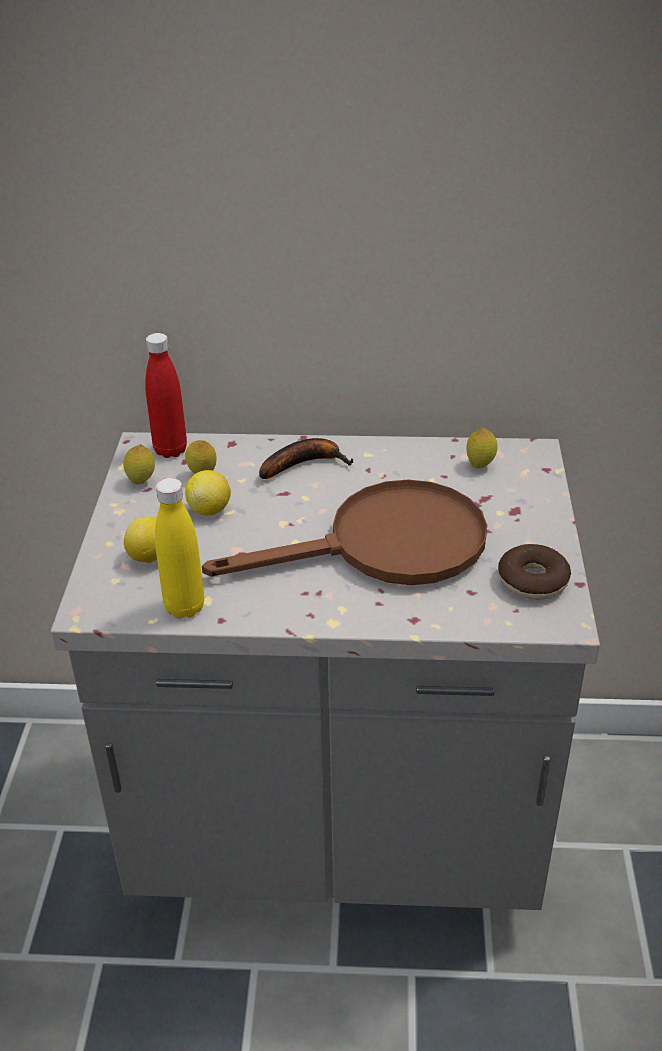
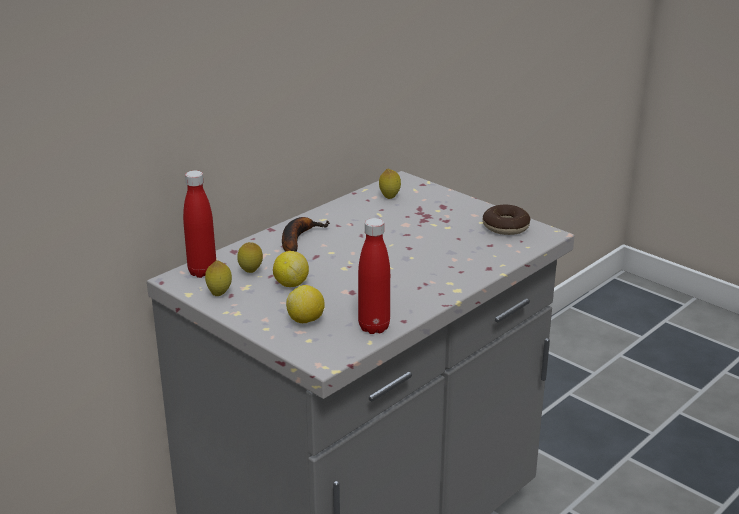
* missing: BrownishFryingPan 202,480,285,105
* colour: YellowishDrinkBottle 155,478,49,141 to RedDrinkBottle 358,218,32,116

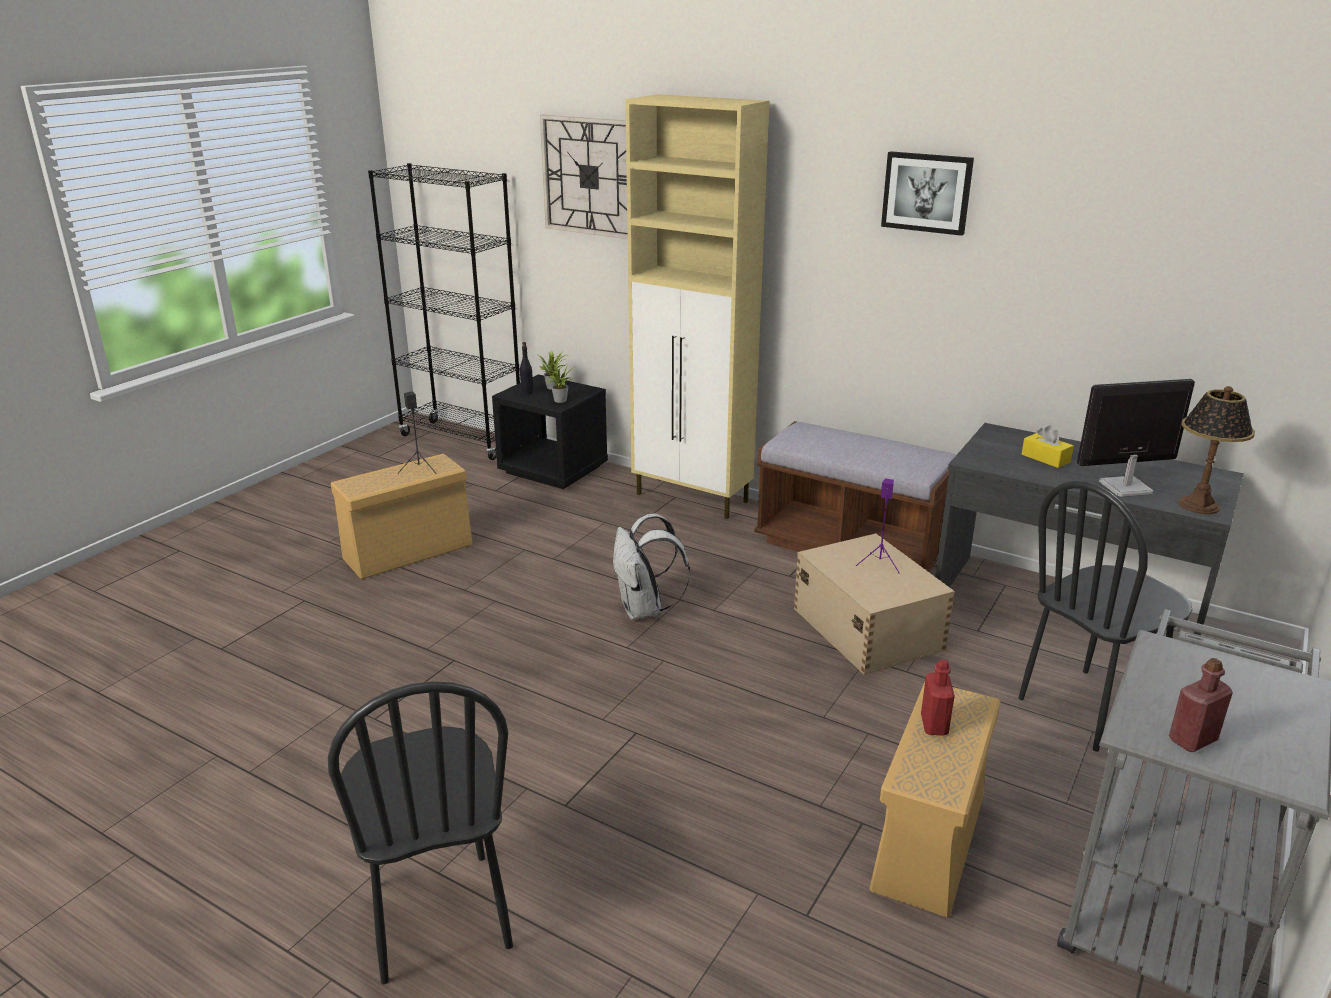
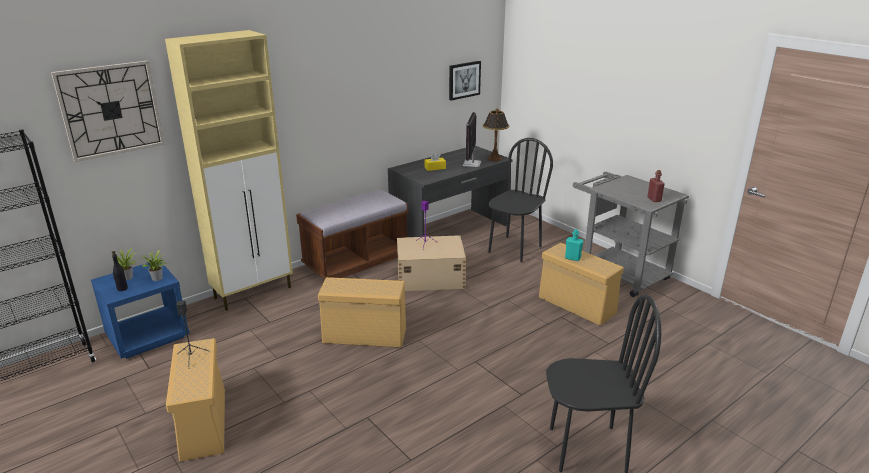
* relocated: Picture 881,151,93,85 to 449,61,32,40
* exchanged: WhitishKnapsack 613,514,77,106 to SandColouredStorageContainer 318,277,88,71
* colour: BlackBedsideTable 492,374,116,115 to BlueColouredBedsideTable 91,263,99,96
* colour: RedDrinkBottle 921,659,34,77 to TurquoiseDrinkBottle 565,229,19,32
* spun: BlackUprightChair 1018,481,174,271 = 488,138,65,124 135 degrees counterclockwise

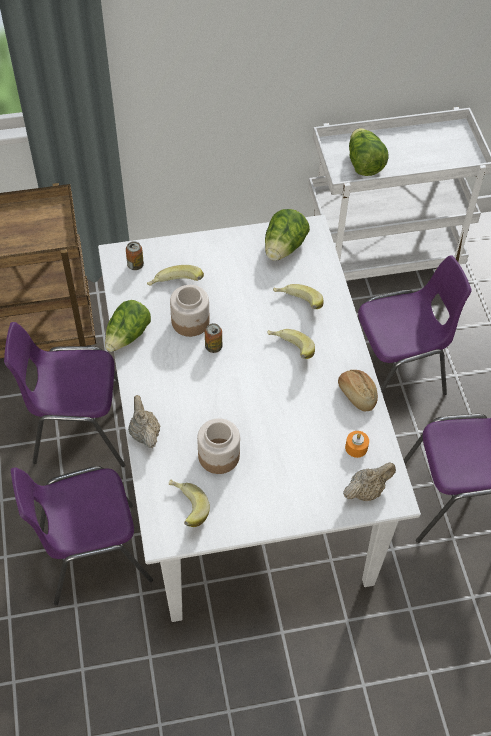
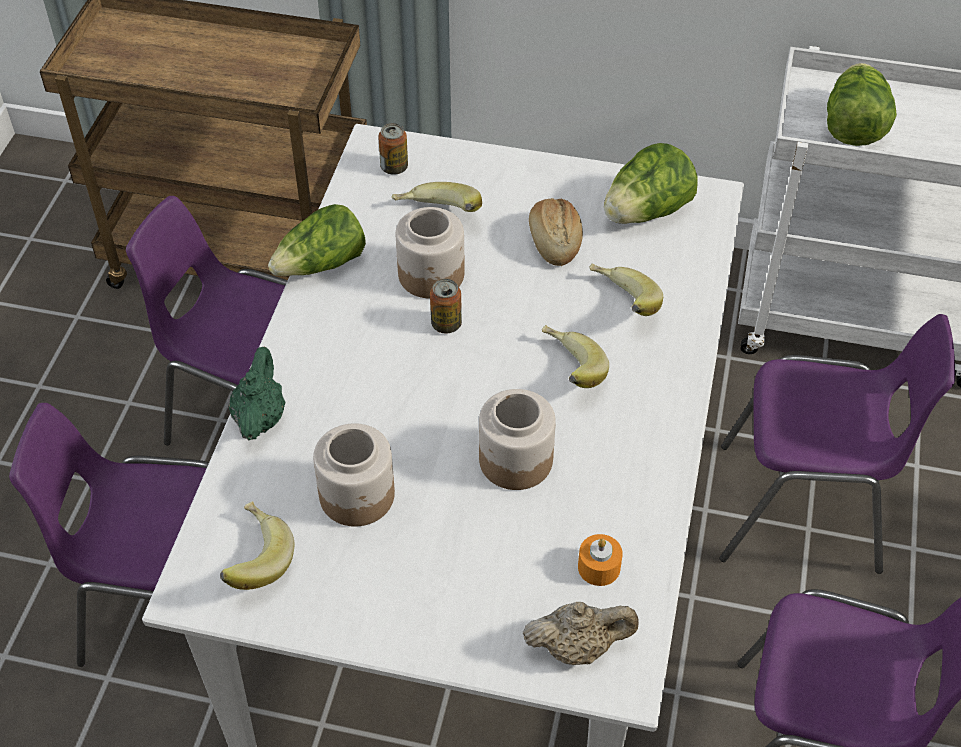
* appeared: Jar 479,389,77,101
* relocated: BakeryBread 338,370,40,41 to 529,198,54,68
* colour: SandColouredTeaPot 128,395,32,53 to GreenColouredTeaPot 228,346,57,94

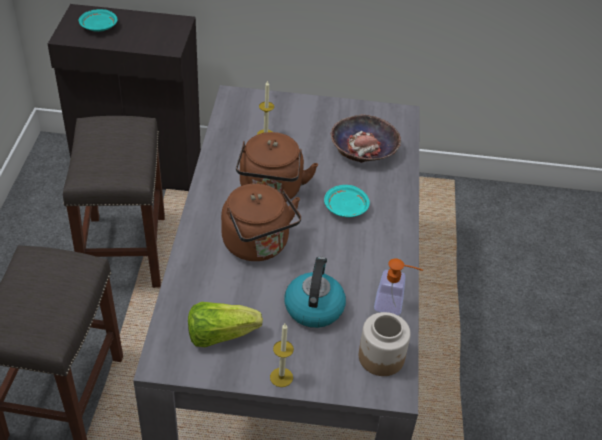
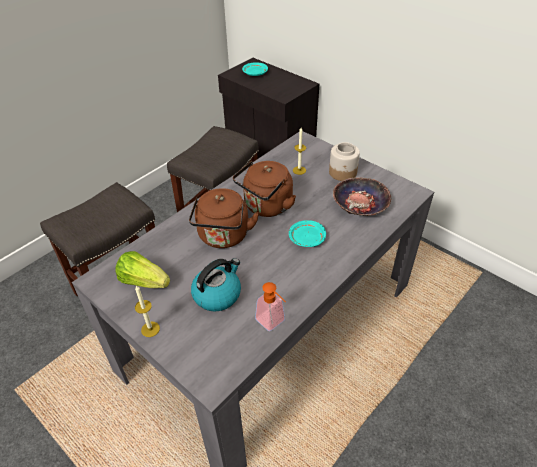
* relocated: Jar 359,312,52,64 to 329,142,31,39

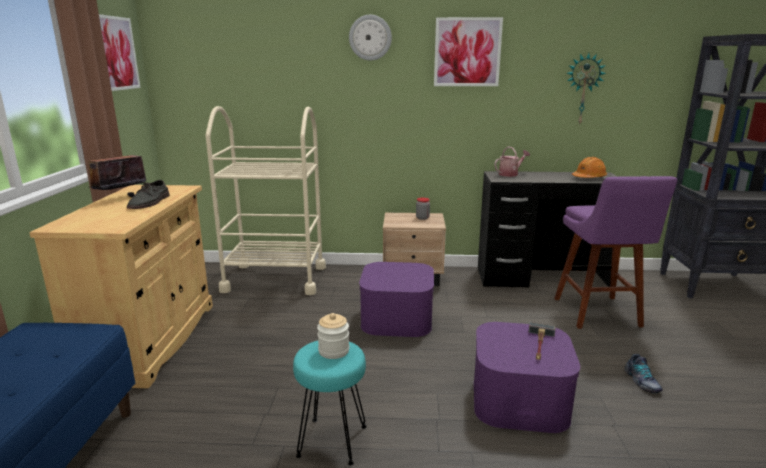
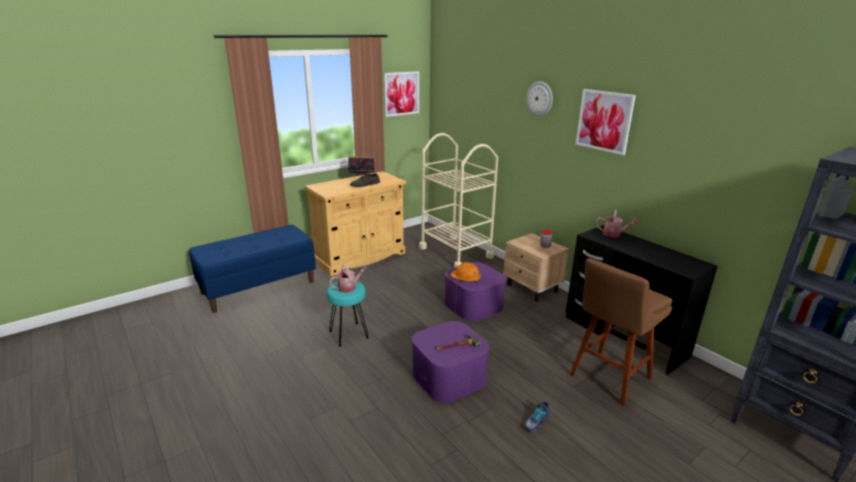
* missing: WallClock 566,53,40,73
* relocated: OrangeWorkHelmet 572,157,35,21 to 451,262,30,20
* exchanged: Jar 317,313,32,46 to SprinklingCan 330,264,38,29
* colour: PurpleColouredStoolSeat 554,176,123,153 to BrownishStoolSeat 570,258,102,148

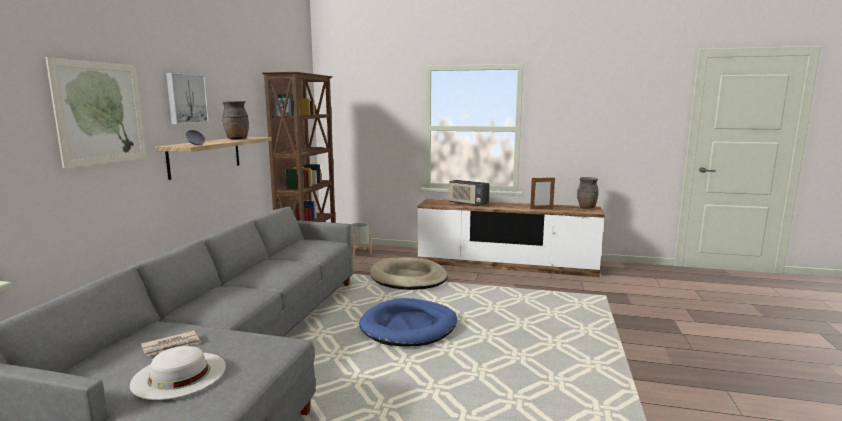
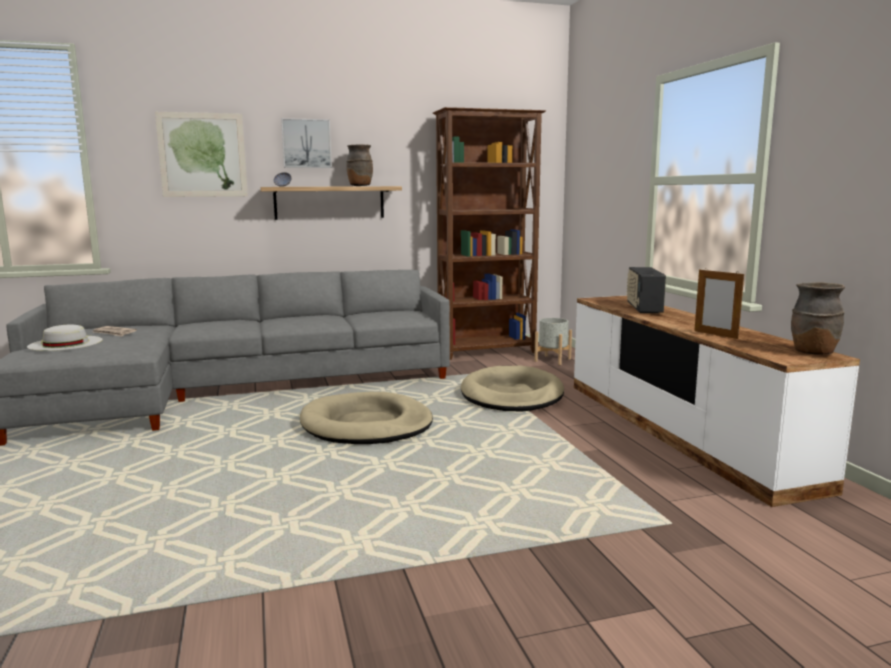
* colour: BlueColouredDogCushion 359,298,98,49 to SandColouredDogCushion 300,392,133,52

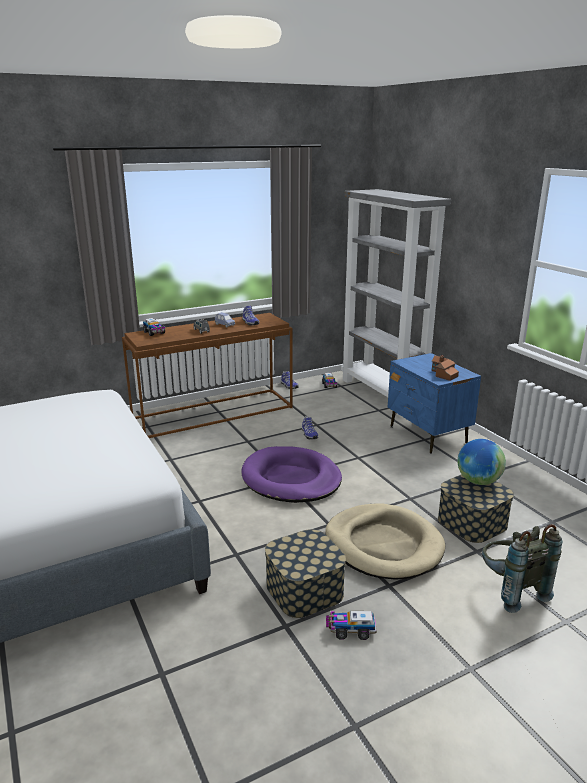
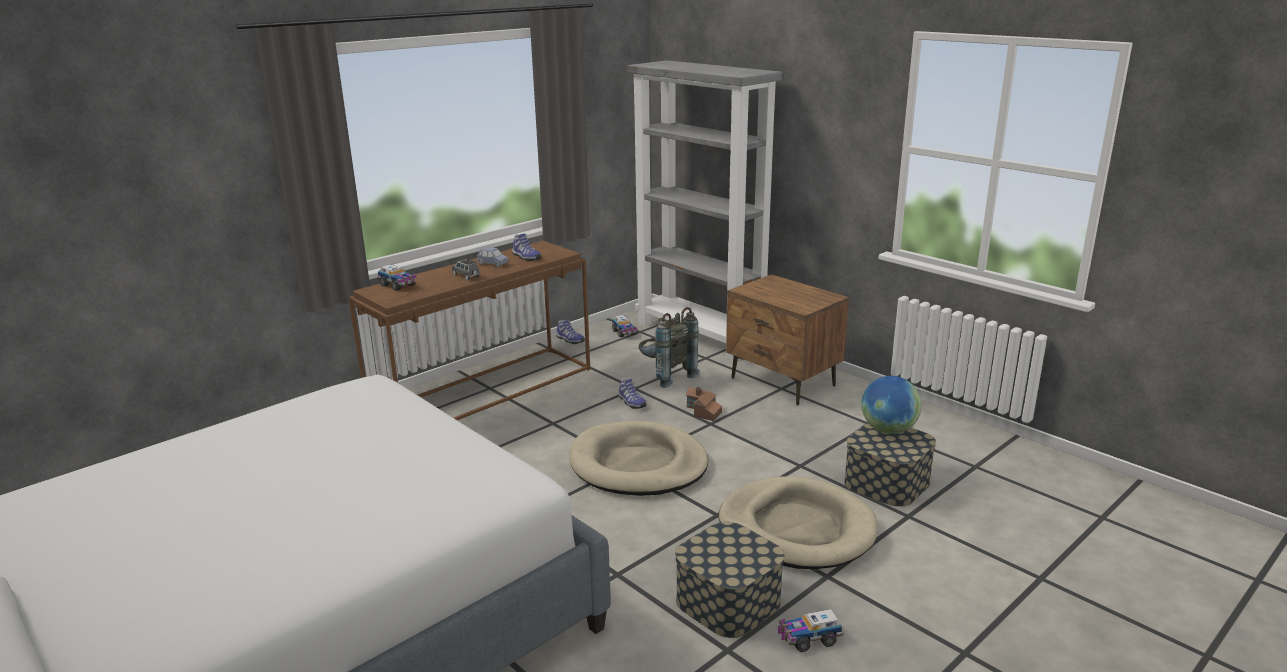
* relocated: MiniatureHouse 432,355,27,26 to 686,387,36,34
* relocated: GreyKnapsack 482,524,80,89 to 638,307,62,81
* colour: PurpleColouredDogCushion 241,446,101,57 to SandColouredDogCushion 569,421,139,75
* colour: BlueColouredBedsideTable 388,353,93,101 to BrownishBedsideTable 726,274,123,131

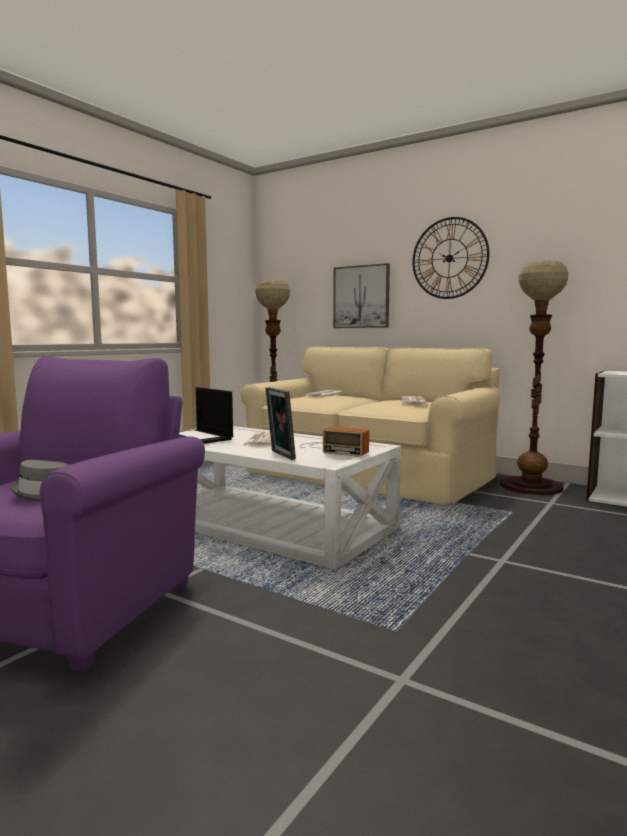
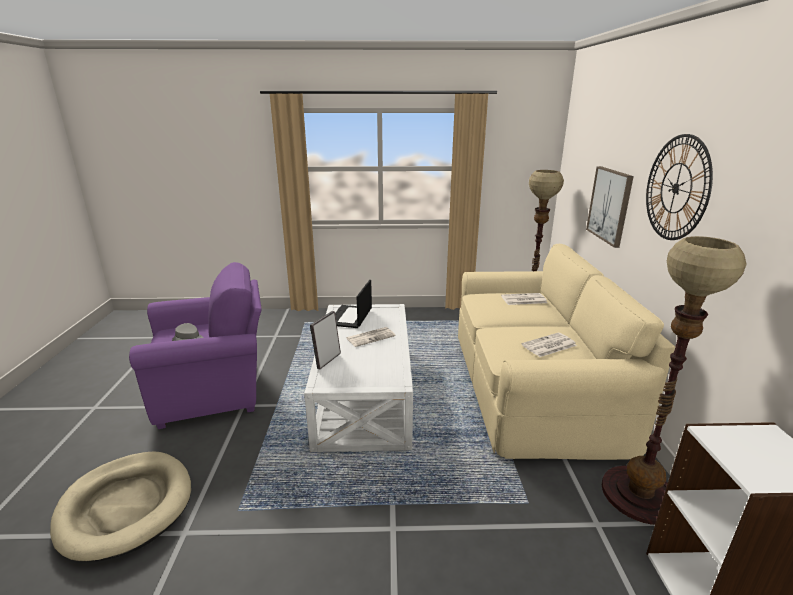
* missing: RadioSet 299,426,70,31
* appeared: SandColouredDogCushion 50,452,141,110

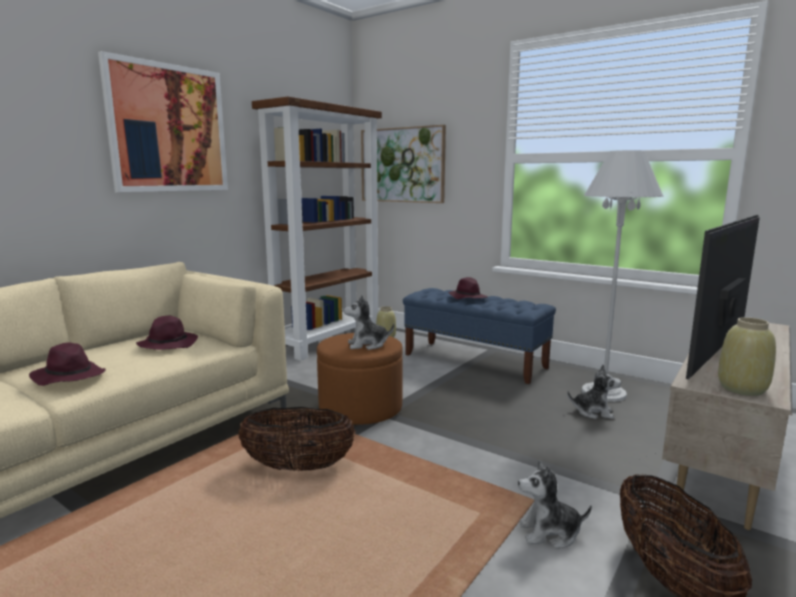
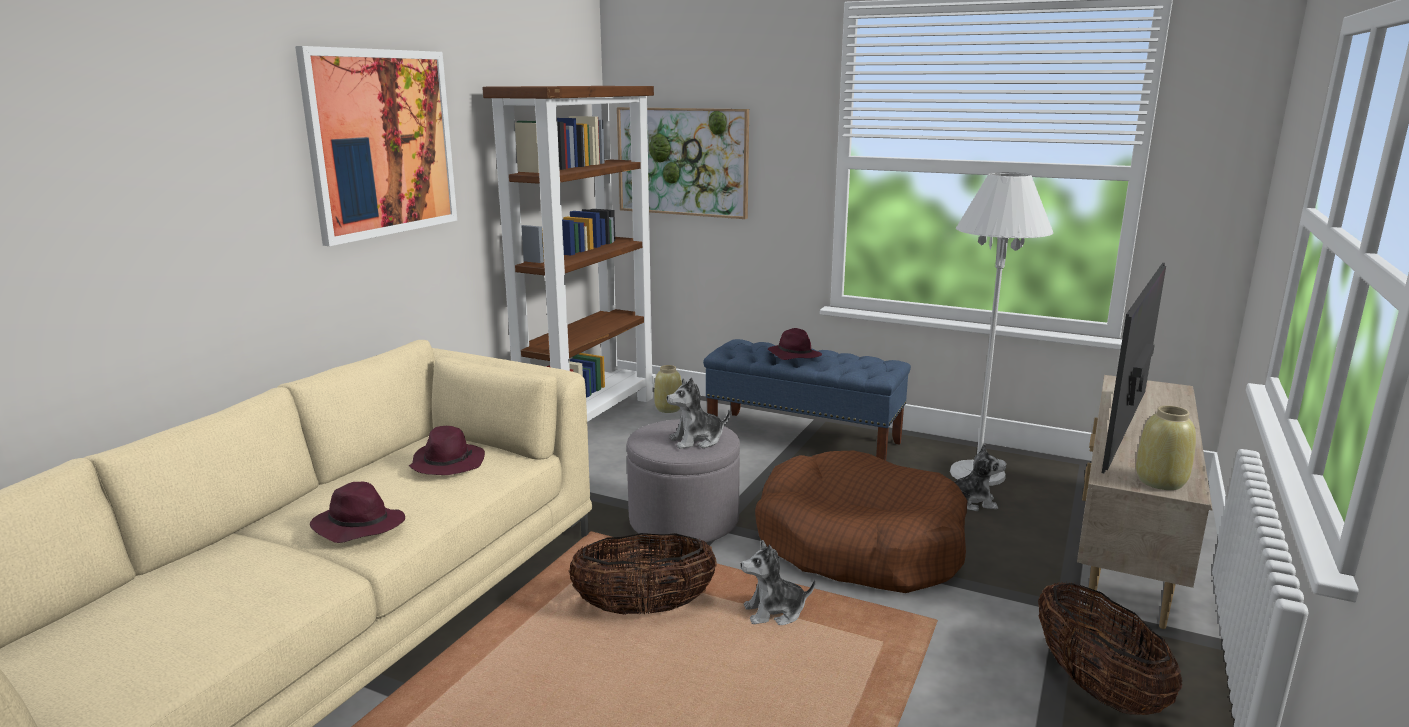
* appeared: BrownishDogCushion 755,451,212,142
* relocated: PlushToy 518,460,74,89 to 741,540,74,85
* colour: BrownishPouffe 317,333,85,92 to GreyPouffe 627,419,113,126

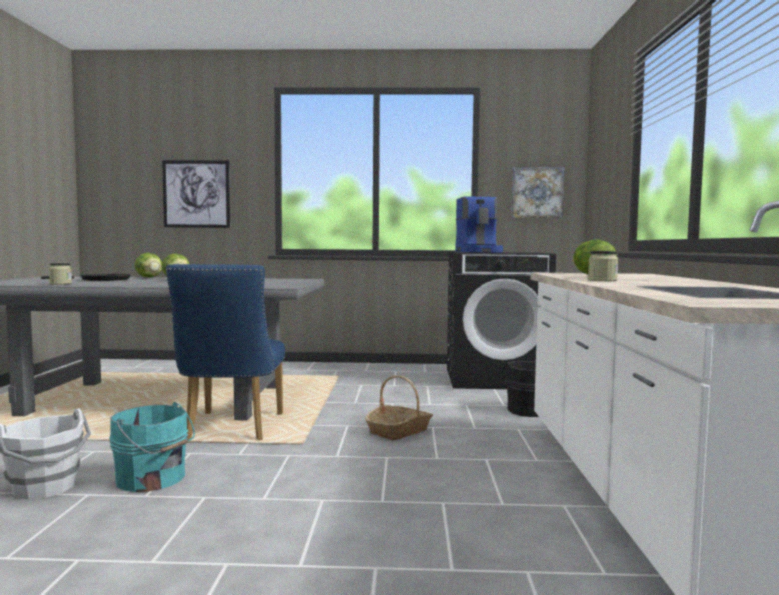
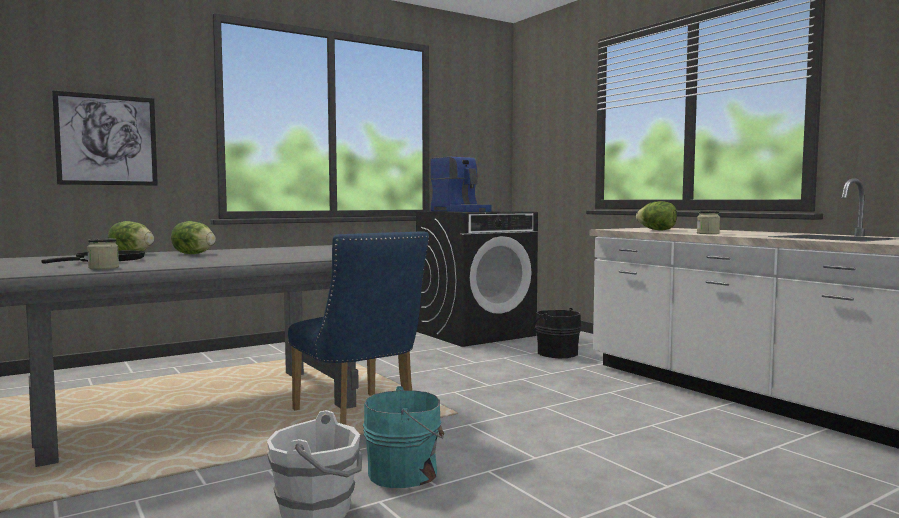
* missing: Basket 365,375,68,65
* missing: Picture 511,167,53,51

